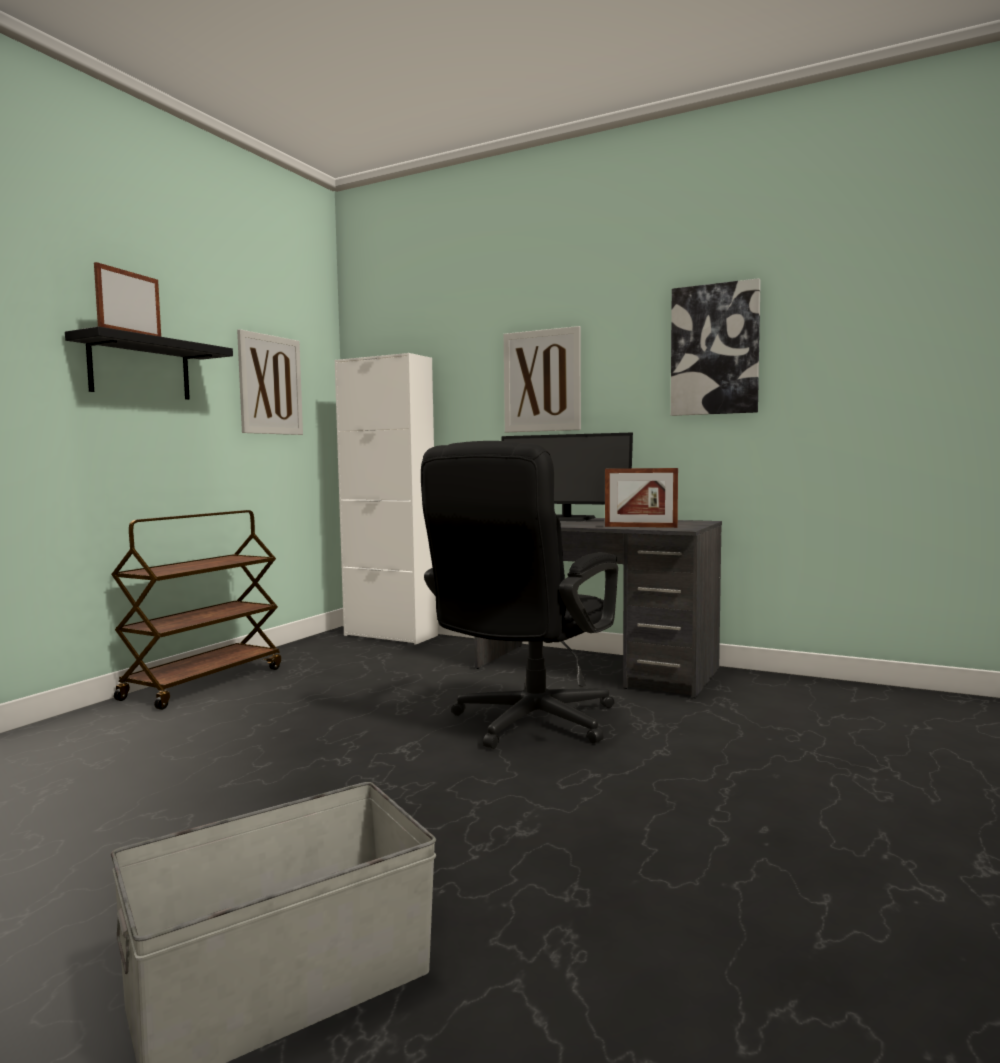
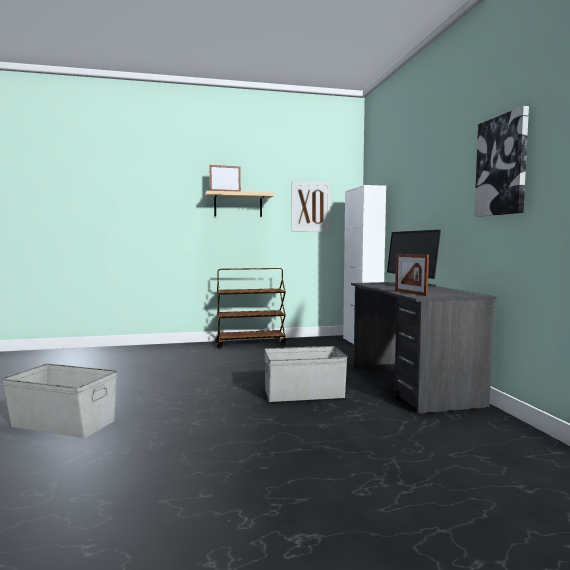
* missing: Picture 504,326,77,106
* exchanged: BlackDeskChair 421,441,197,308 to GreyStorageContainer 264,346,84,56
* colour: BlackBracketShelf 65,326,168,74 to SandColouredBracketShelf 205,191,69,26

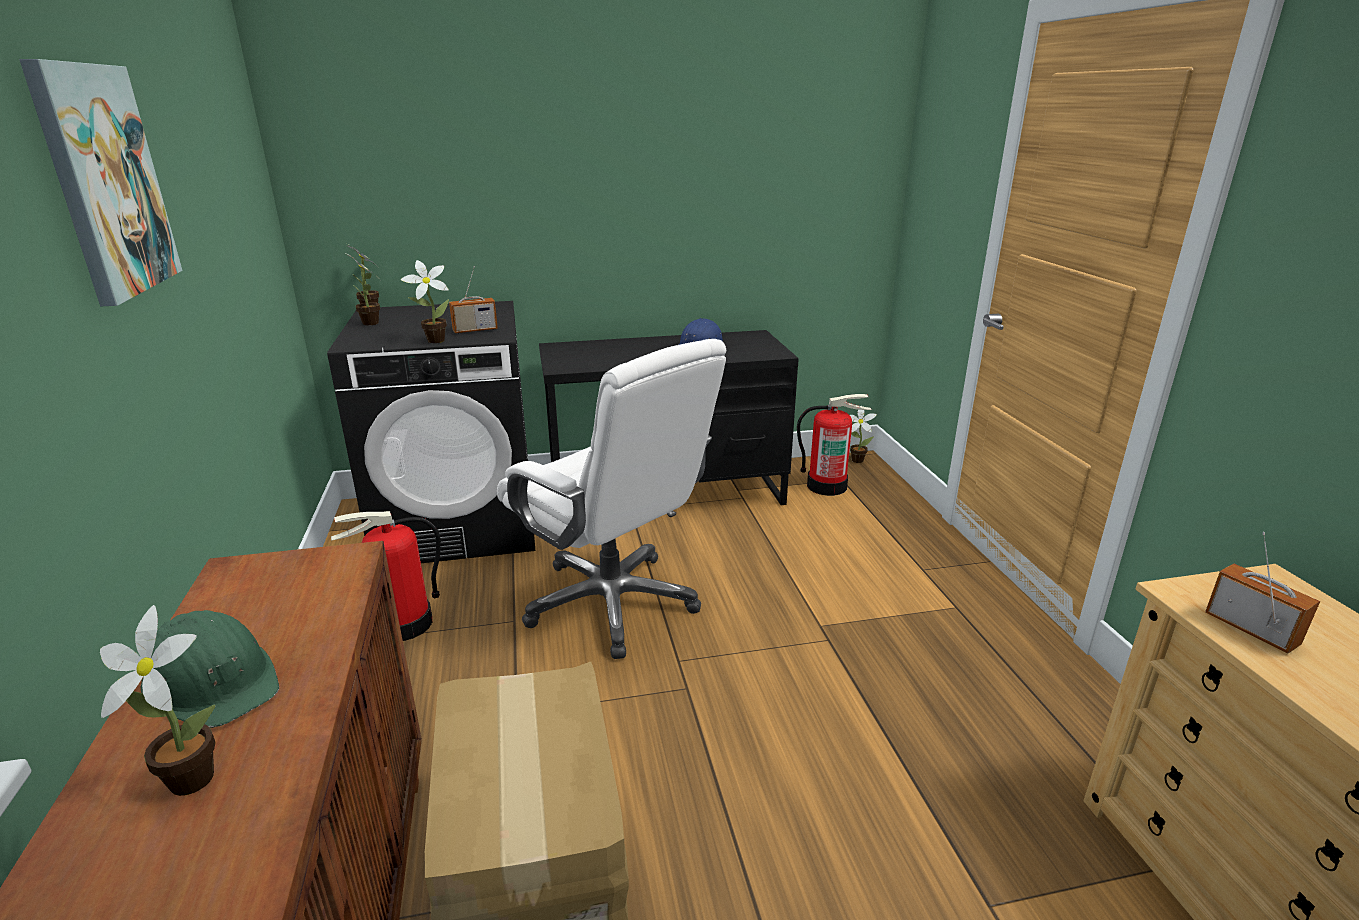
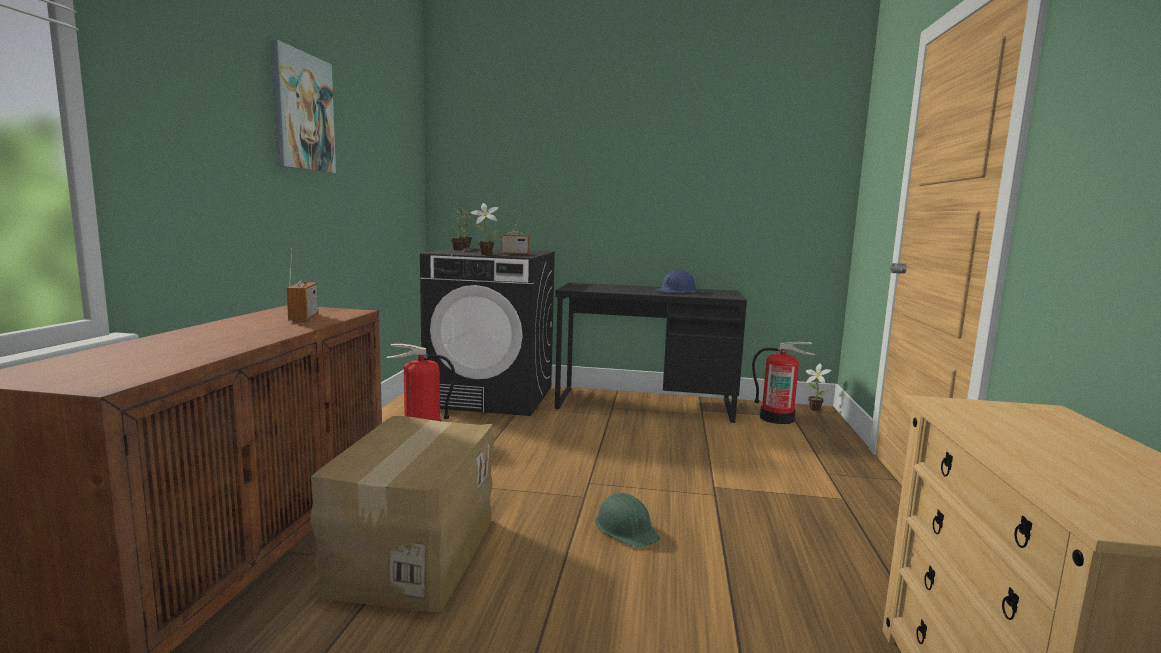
* missing: PlantInAPot 100,605,116,191
* missing: WhitishDeskChair 497,339,229,320
* relocated: GreenColouredWorkHelmet 141,610,138,118 to 595,493,65,54
* relocated: RadioSet 1205,532,115,121 to 286,248,33,74

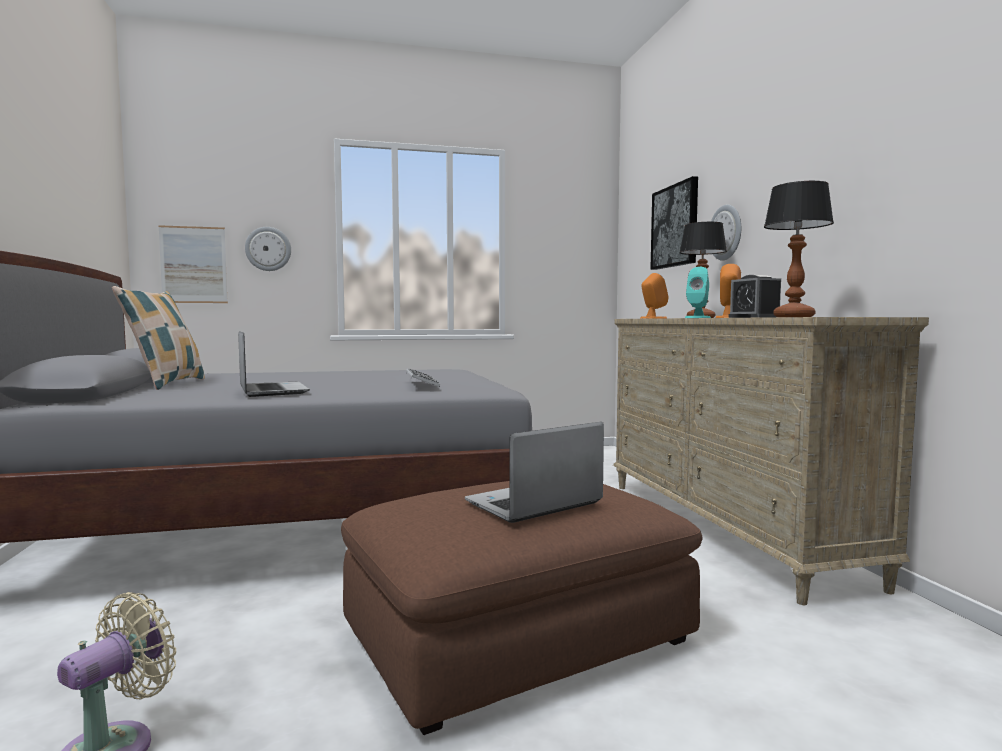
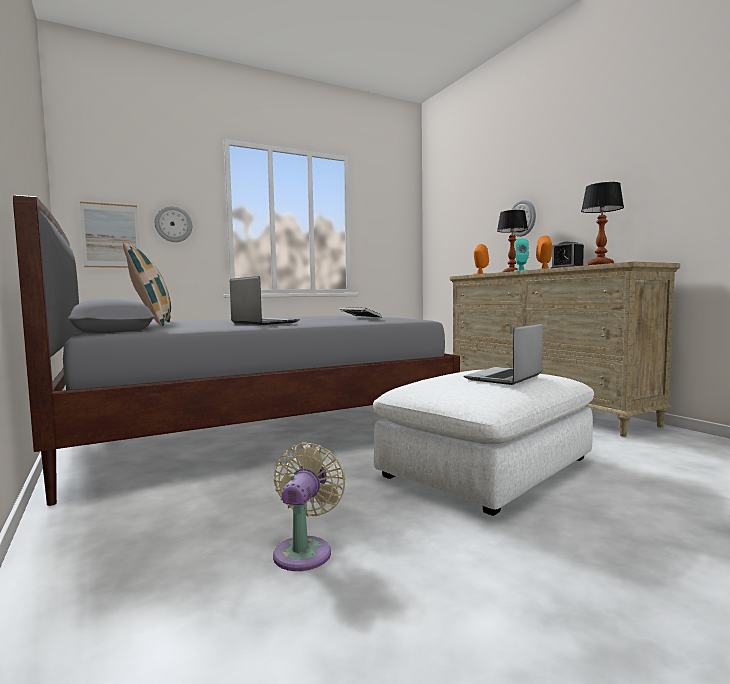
* missing: Picture 650,176,48,94
* colour: BrownishPouffe 341,481,362,254 to WhitishPouffe 373,370,221,146

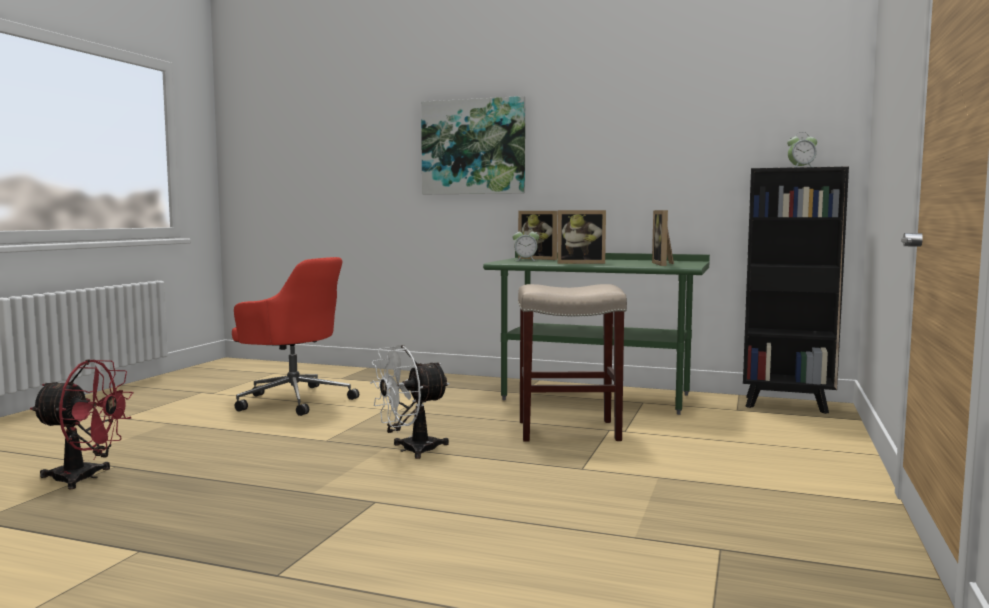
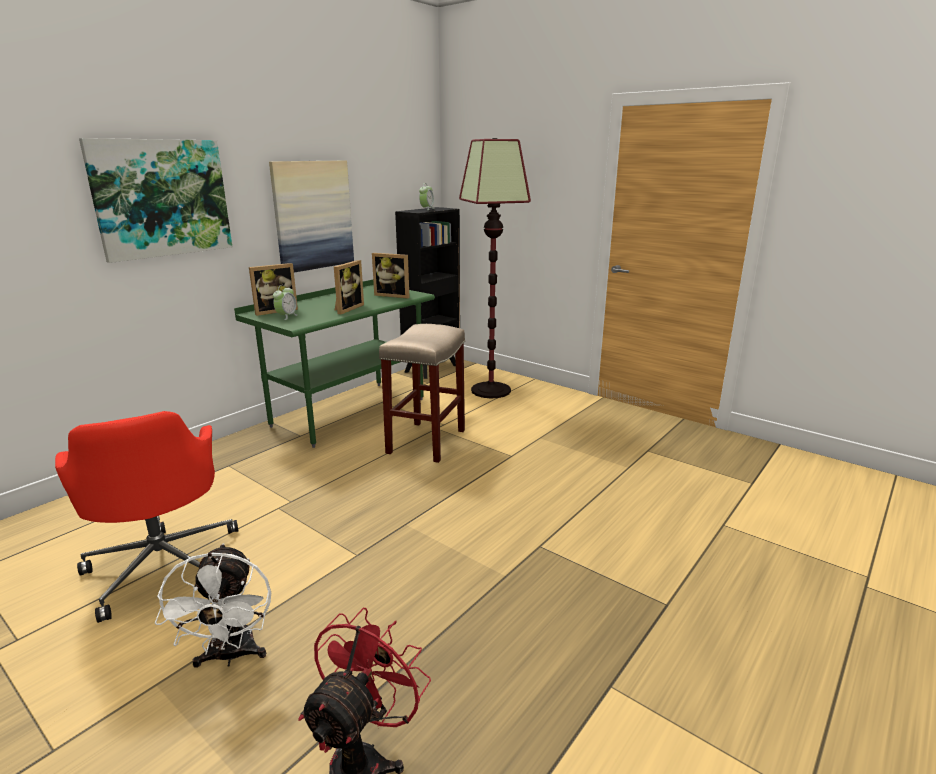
* appeared: Picture 269,160,85,113
* appeared: StandingLamp 459,138,72,260
* relocated: WhitishElectricFan 370,345,80,114 to 155,543,116,125
* spun: RedDeskChair 232,257,127,159 = 55,411,184,212 105 degrees clockwise

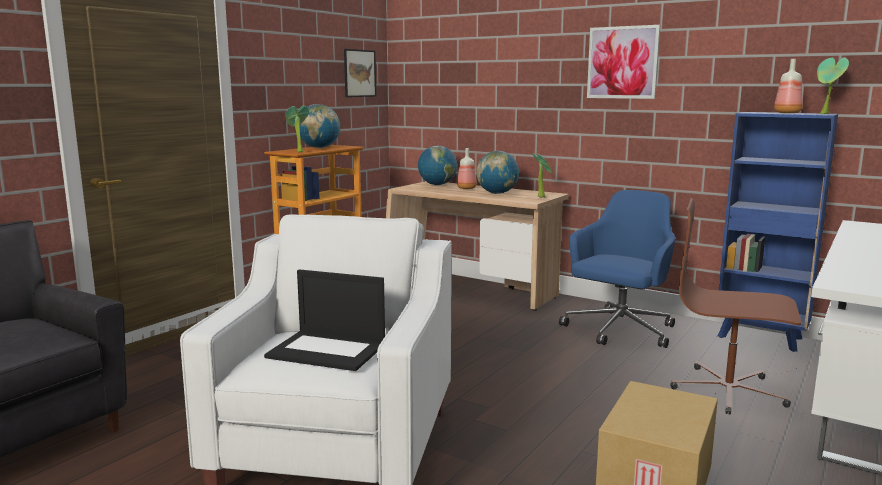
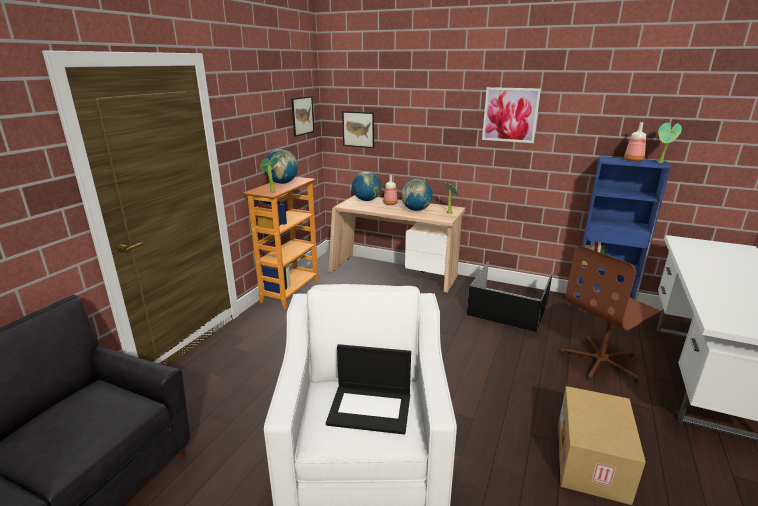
* appeared: Picture 342,111,32,37
* exchanged: BlueColouredDeskChair 559,190,116,158 to BlackStorageContainer 467,261,86,71
* spun: BrownishDeskChair 670,198,131,217 = 560,246,101,136 45 degrees counterclockwise

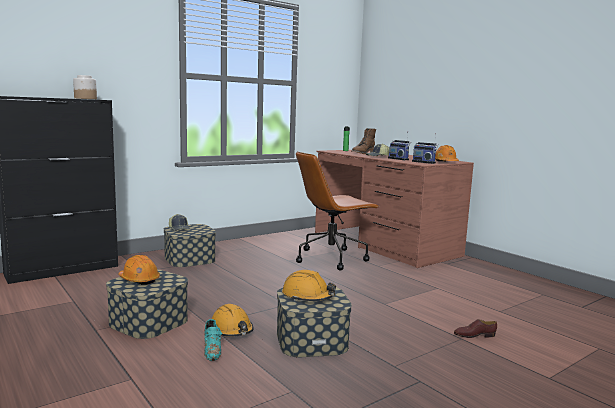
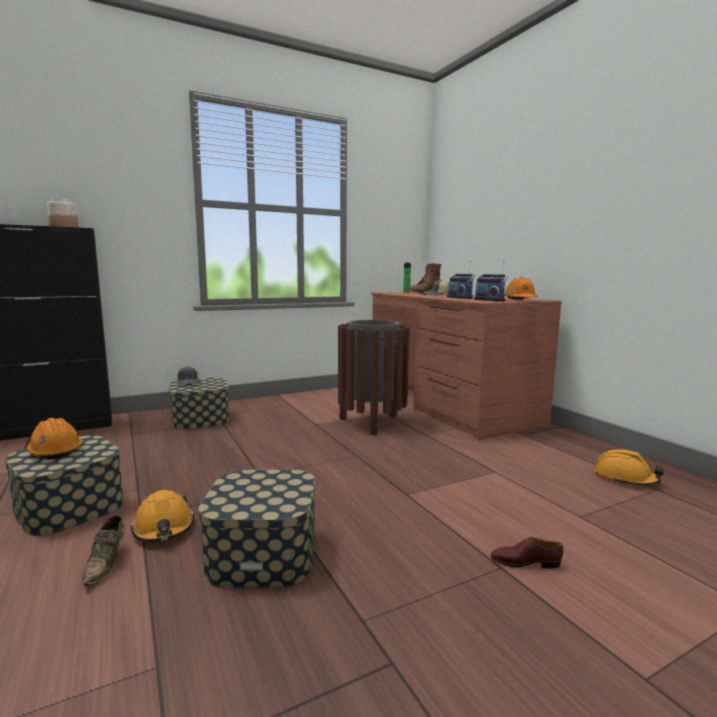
* relocated: OrangeWorkHelmet 282,270,54,31 to 594,449,71,37
* exchanged: BrownishDeskChair 296,151,83,119 to BrownishTrashCan 338,320,72,115
* colour: TurquoiseShoe 204,319,18,42 to BrownishShoe 83,515,42,71

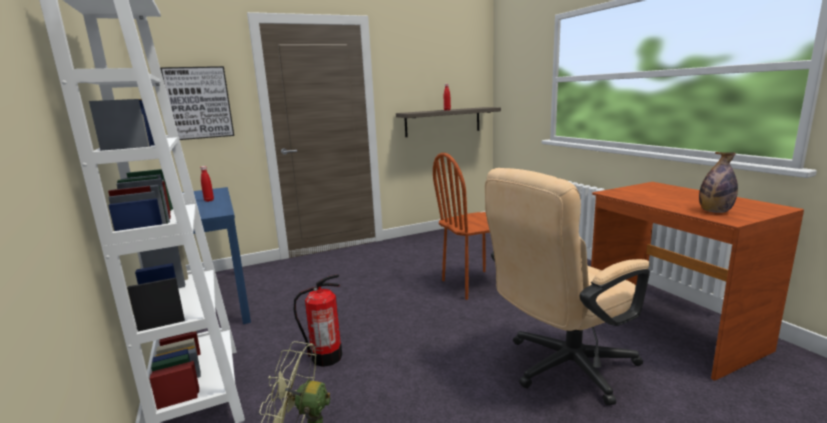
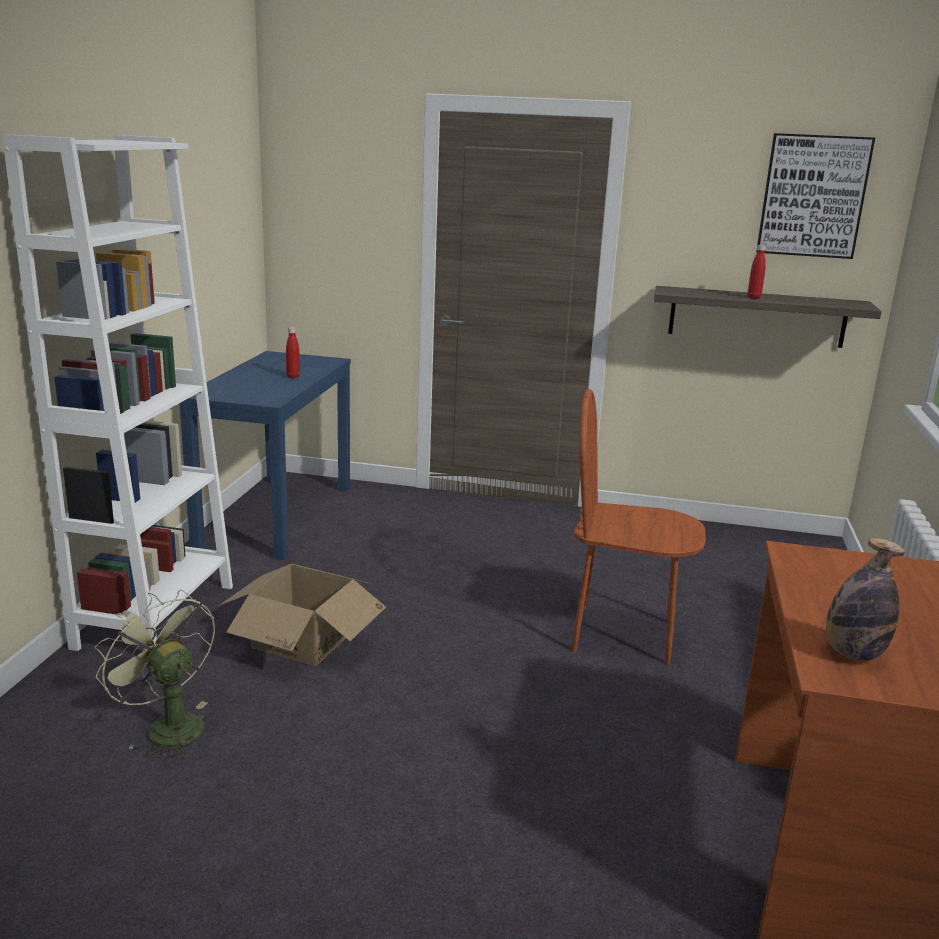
* missing: SandColouredDeskChair 485,168,165,238
* relocated: Picture 160,66,74,74 to 756,133,119,126
* exchanged: Extinguisher 294,274,48,93 to CardboardBox 218,564,168,102

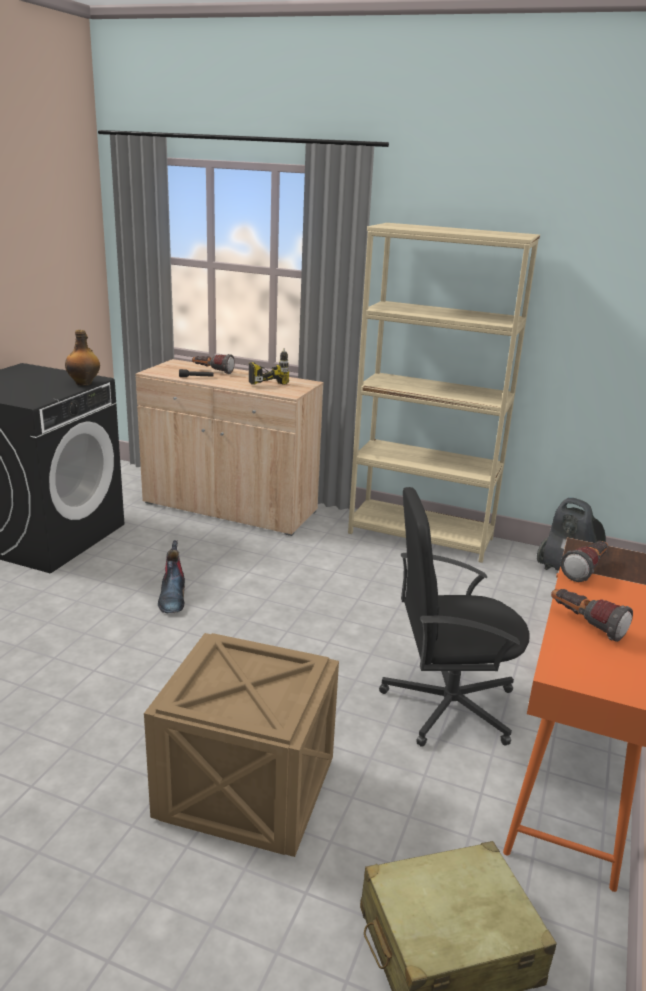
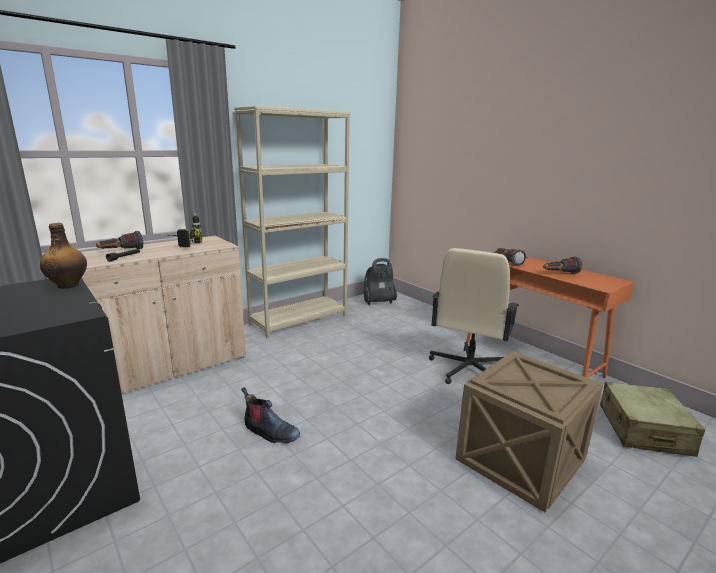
* colour: BlackDeskChair 379,487,151,260 to SandColouredDeskChair 429,248,90,136

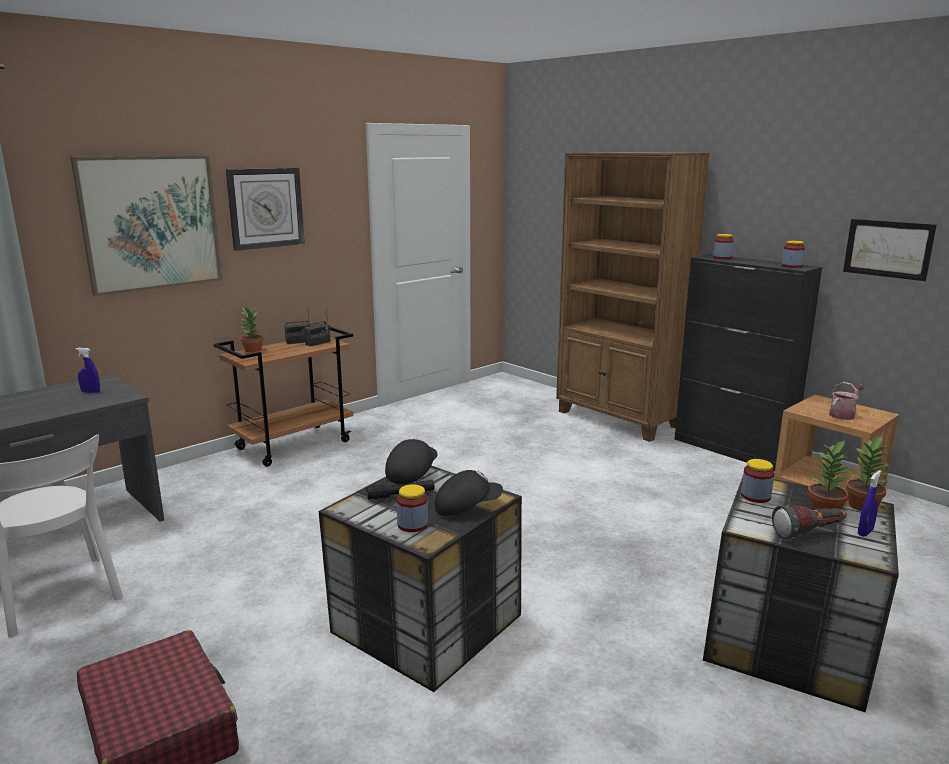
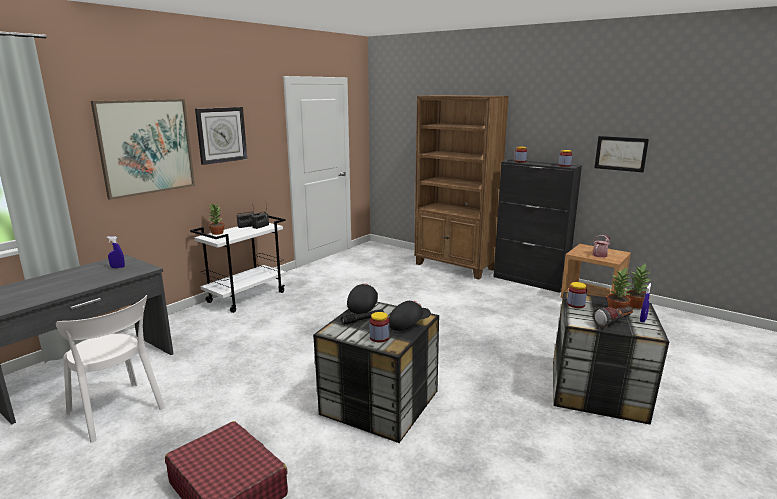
* colour: BrownishCart 213,324,140,143 to WhitishCart 190,213,96,100

